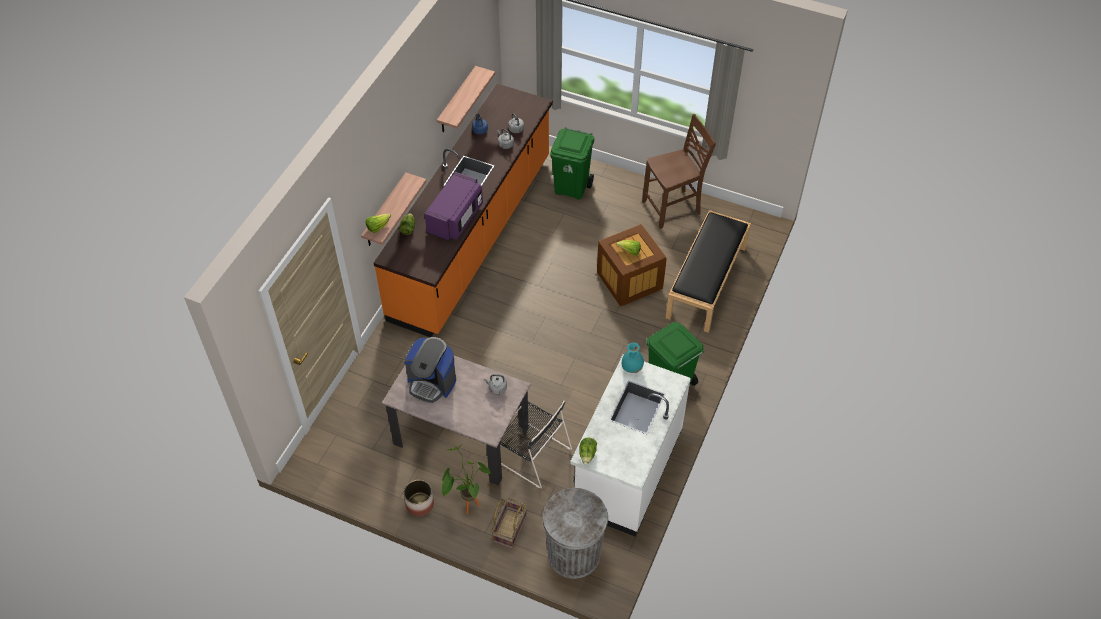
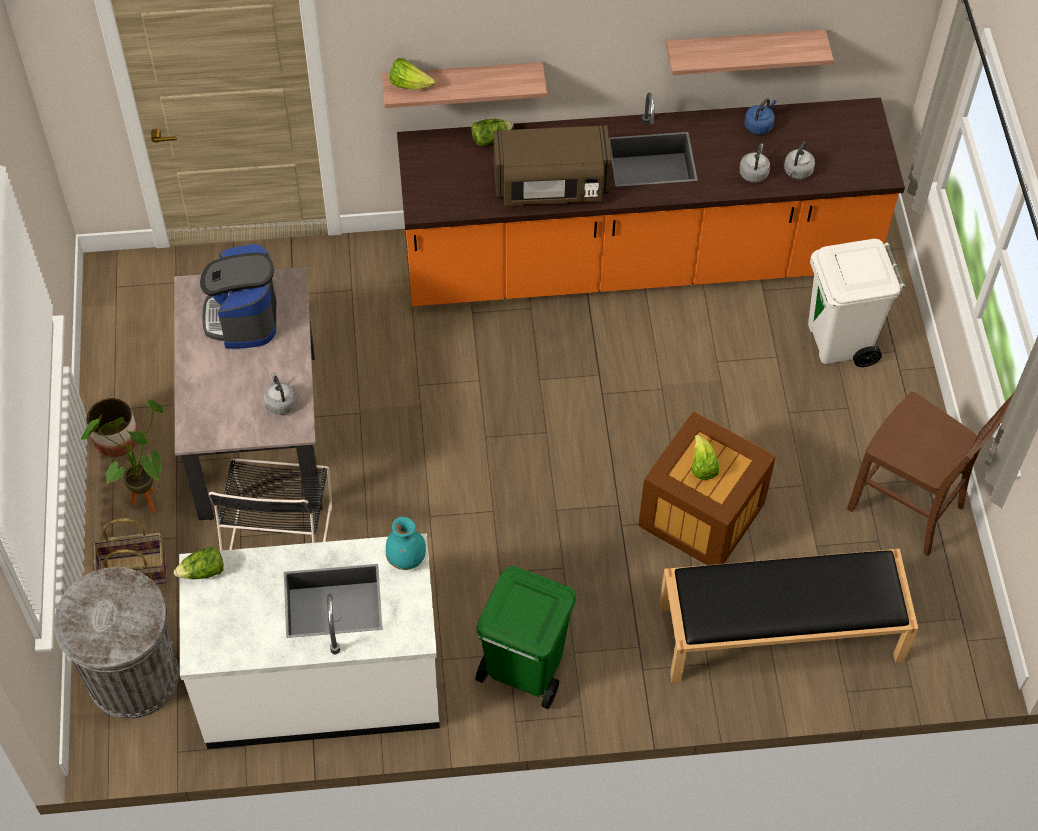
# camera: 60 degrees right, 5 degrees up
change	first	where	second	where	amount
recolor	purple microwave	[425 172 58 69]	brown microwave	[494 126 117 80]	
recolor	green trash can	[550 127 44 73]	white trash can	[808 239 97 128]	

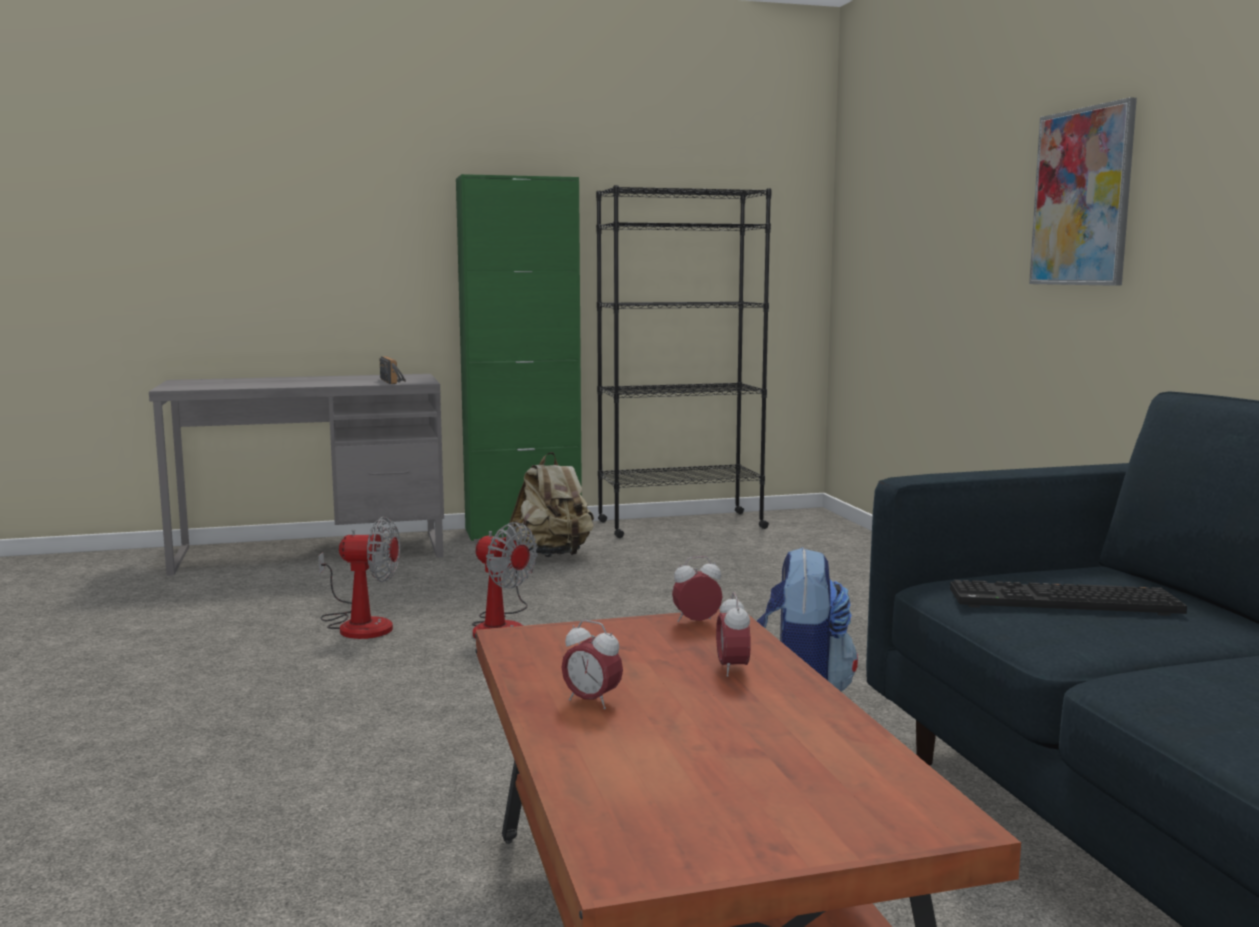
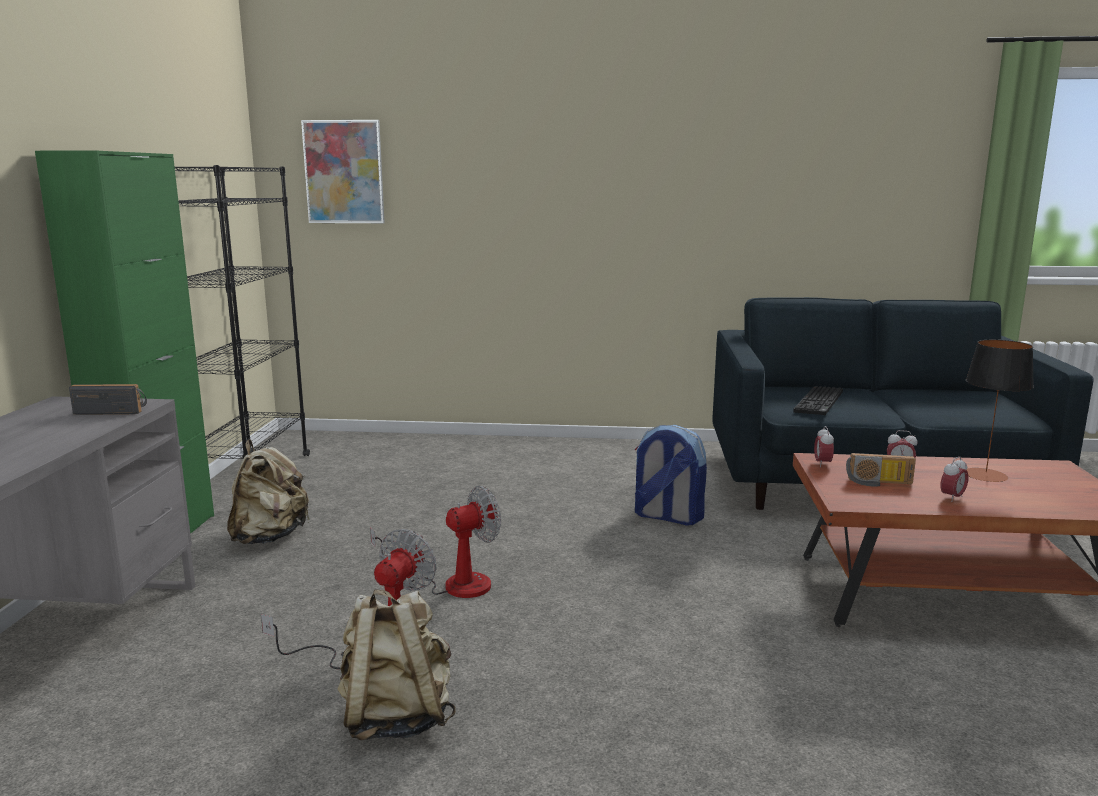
# camera: 70 degrees left, 5 degrees up
change	first	where	second	where	amount
insert			beige backpack	[338 589 118 152]	
insert			radio	[846 453 70 34]	
insert			table lamp	[966 340 68 142]	
move	picture	[1029 97 108 189]		[301 120 84 103]	

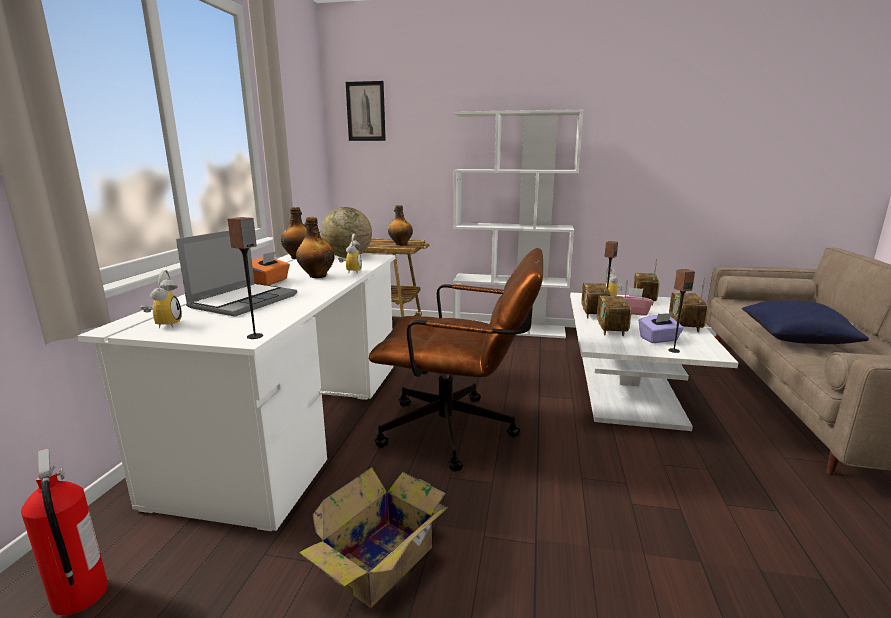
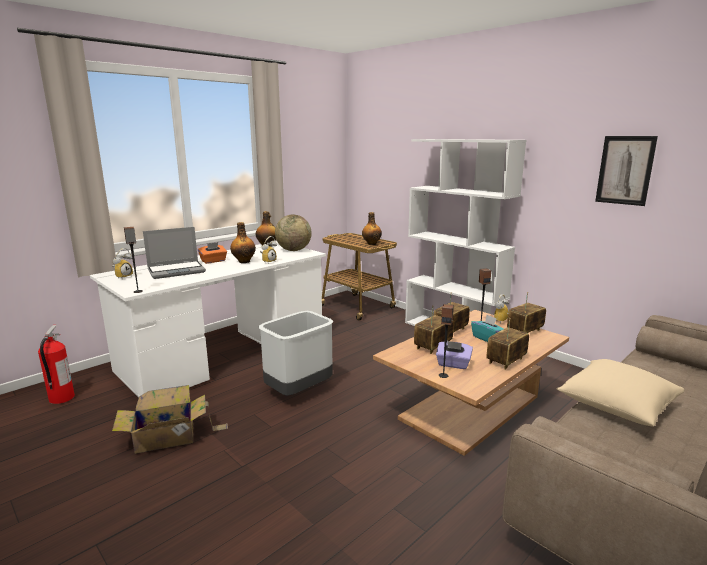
# camera: 35 degrees right, 0 degrees up
change	first	where	second	where	amount
move	picture	[346 81 40 60]		[595 136 63 70]	
replace	brown office chair	[369 248 174 224]	grey trash can	[258 311 76 85]	
recolor	white coffee table	[570 293 168 138]	brown coffee table	[373 310 196 146]	
recolor	pink tissue box	[622 288 31 28]	turquoise tissue box	[471 315 33 27]	
recolor	blue pillow	[742 300 127 44]	beige pillow	[556 359 129 68]	

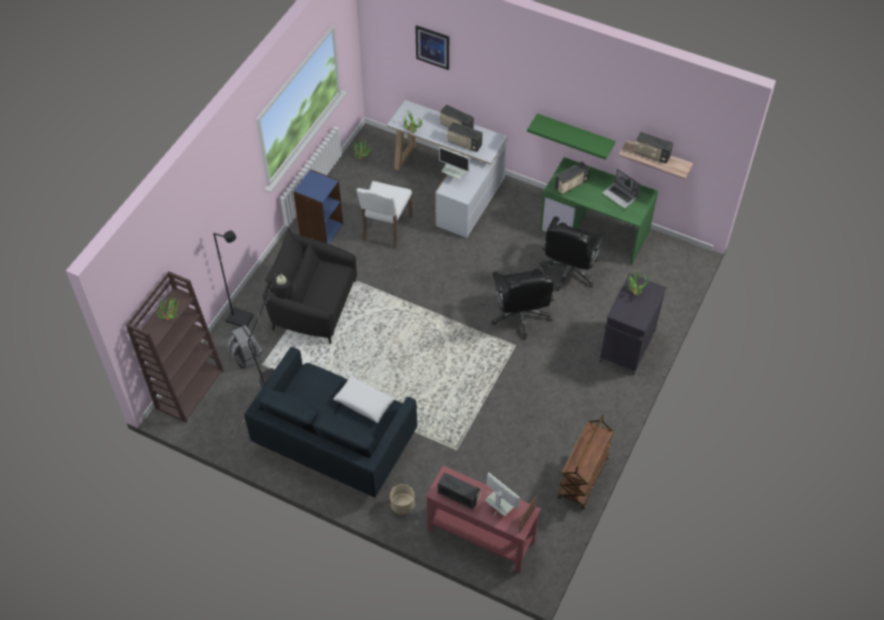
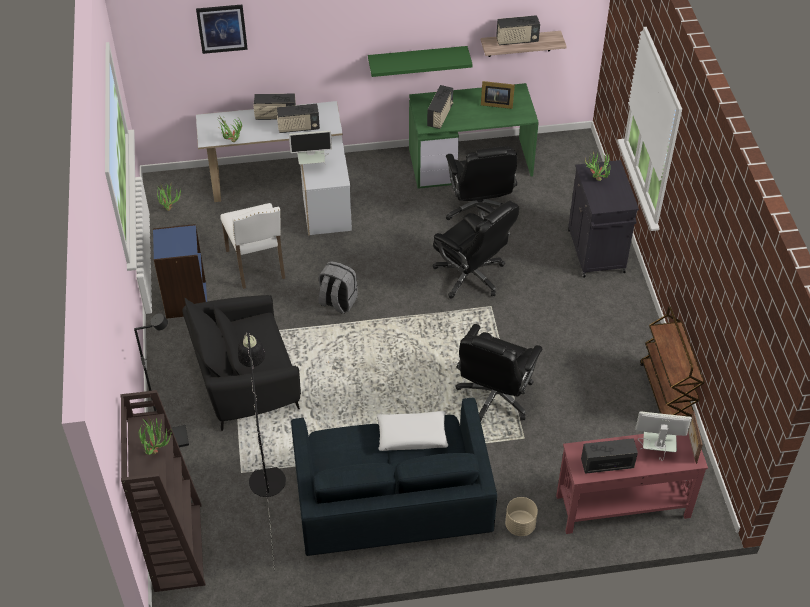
# camera: 35 degrees left, 5 degrees down
change	first	where	second	where	amount
insert			black office chair	[455 324 87 97]	
move	grey backpack	[227 325 36 44]		[318 261 40 53]	
replace	laptop	[602 169 38 40]	picture frame	[481 81 34 28]	

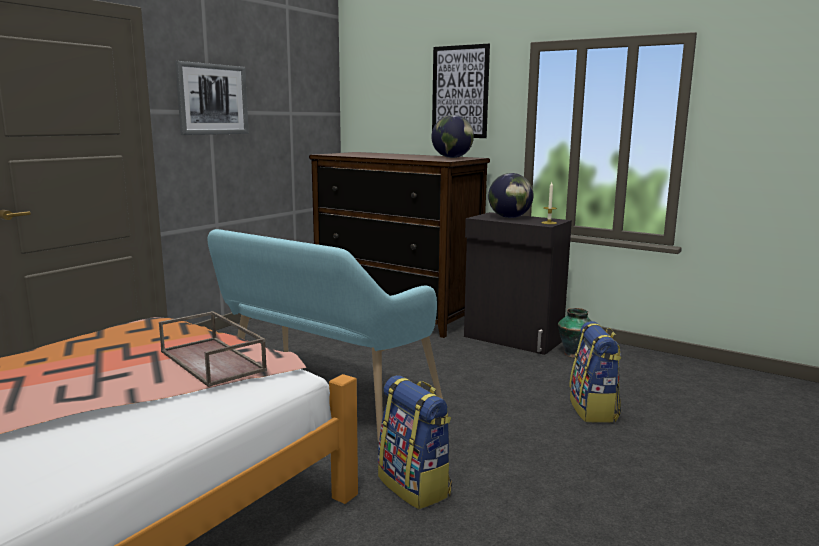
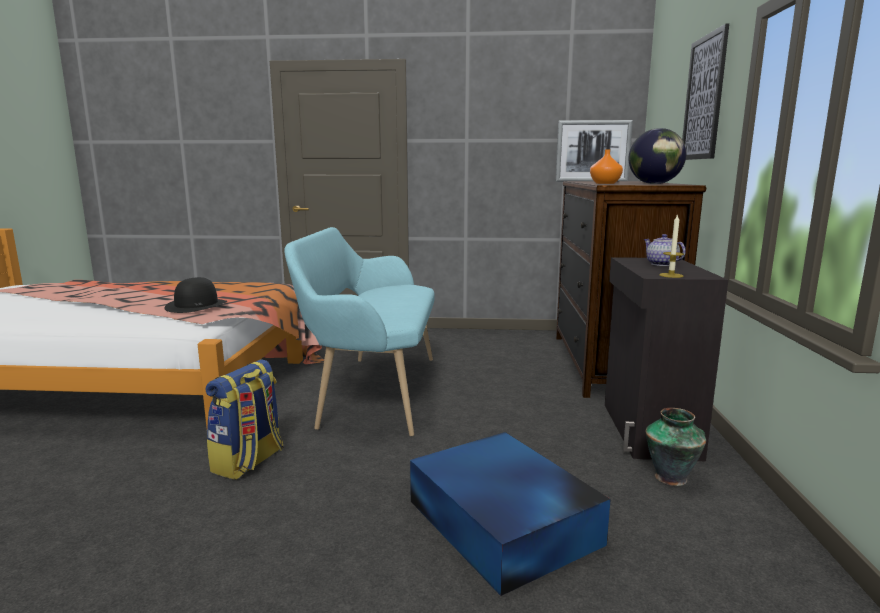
# camera: 60 degrees right, 0 degrees up
change	first	where	second	where	amount
insert			orange vase	[590 149 33 35]	
move	picture	[175 61 74 74]		[555 120 78 62]	
replace	brown tray	[159 311 108 76]	black hat	[164 277 63 36]	
replace	globe	[488 173 46 45]	teapot	[644 234 42 32]	
replace	backpack	[569 321 52 102]	blue storage box	[410 432 201 164]	

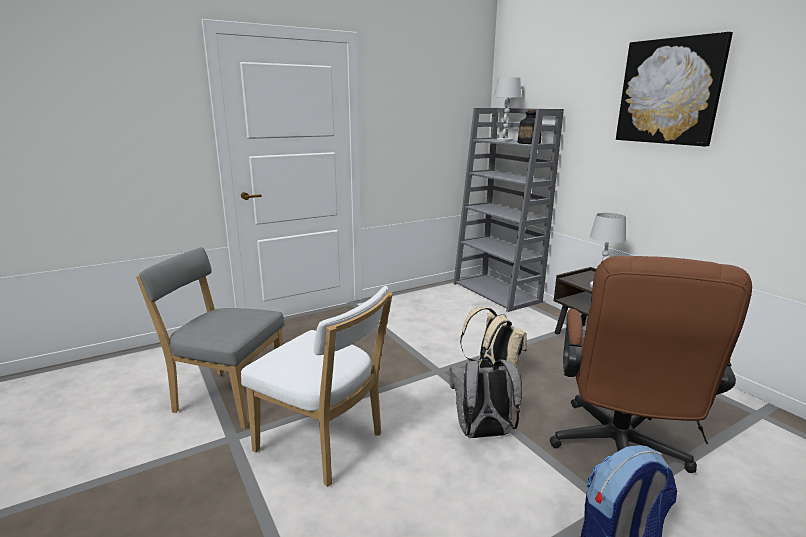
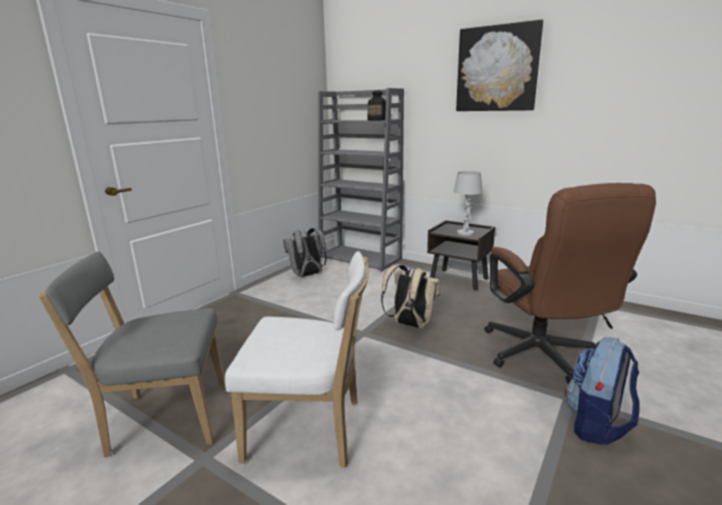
# camera: 25 degrees left, 0 degrees up
change	first	where	second	where	amount
delete	white table lamp	[494 77 28 64]			
move	grey backpack	[449 359 73 79]		[283 228 43 49]	

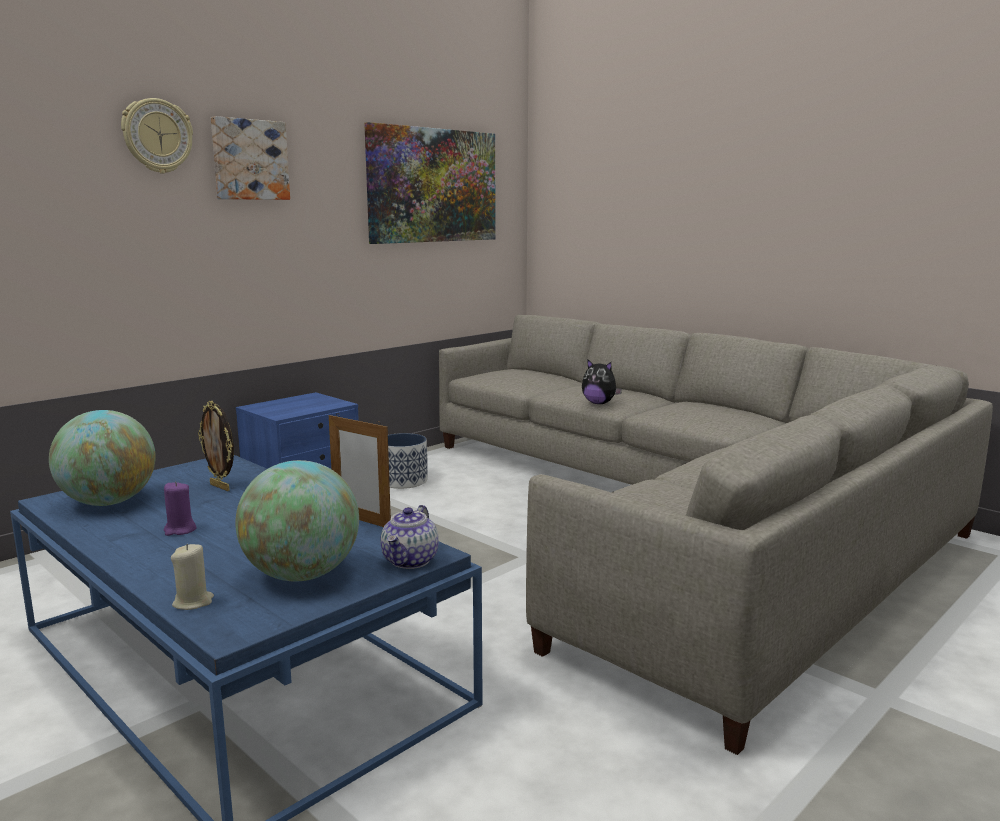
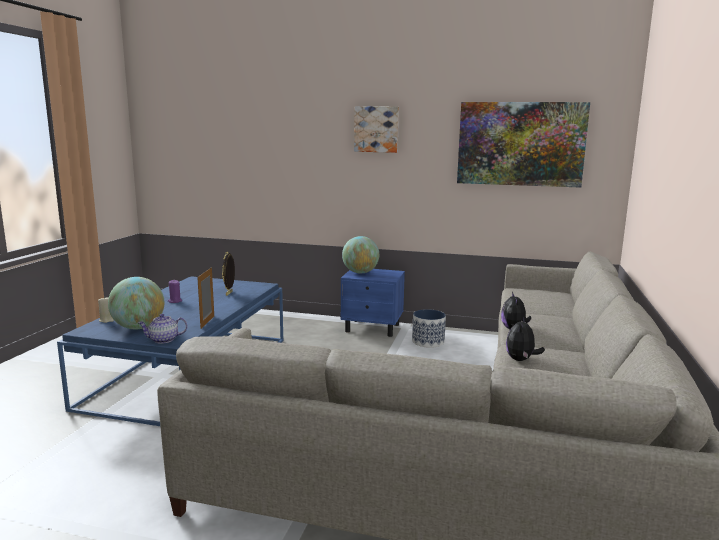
# camera: 60 degrees right, 0 degrees up
change	first	where	second	where	amount
delete	wall clock	[121 98 72 76]			
insert			plush toy	[506 316 39 45]	
move	globe	[49 410 107 96]		[342 236 37 37]	

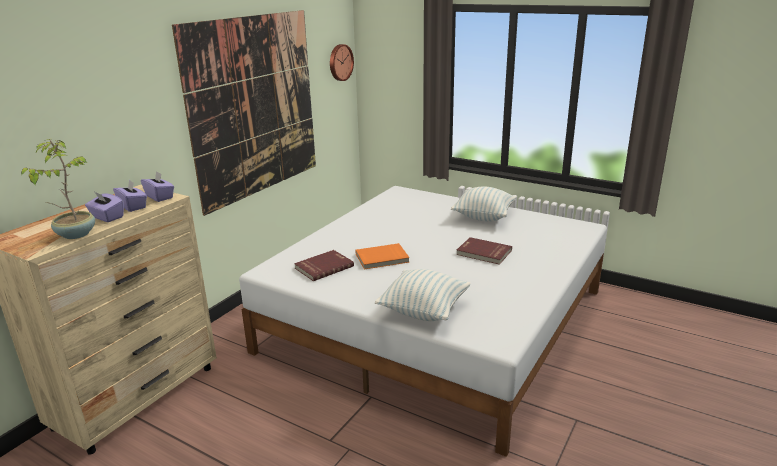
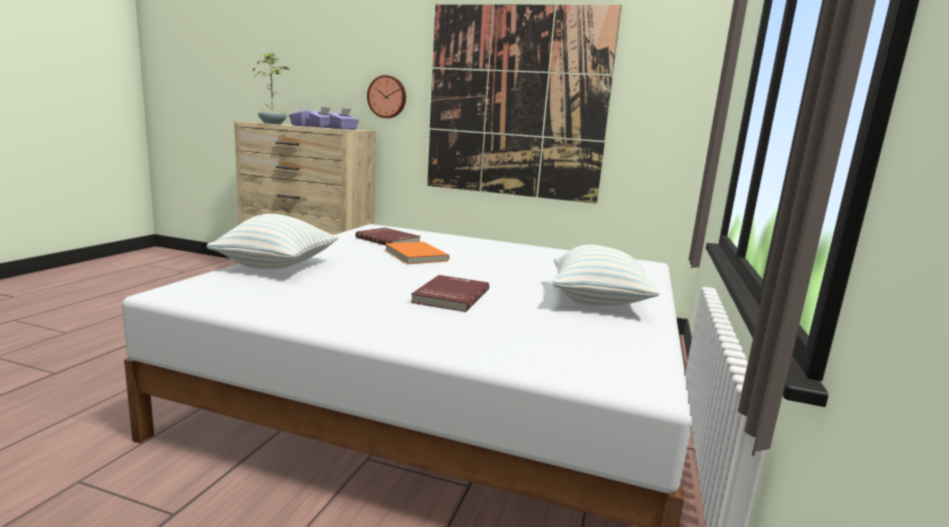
# camera: 75 degrees right, 10 degrees down
change	first	where	second	where	amount
move	wall clock	[330 44 24 37]		[367 75 39 43]	

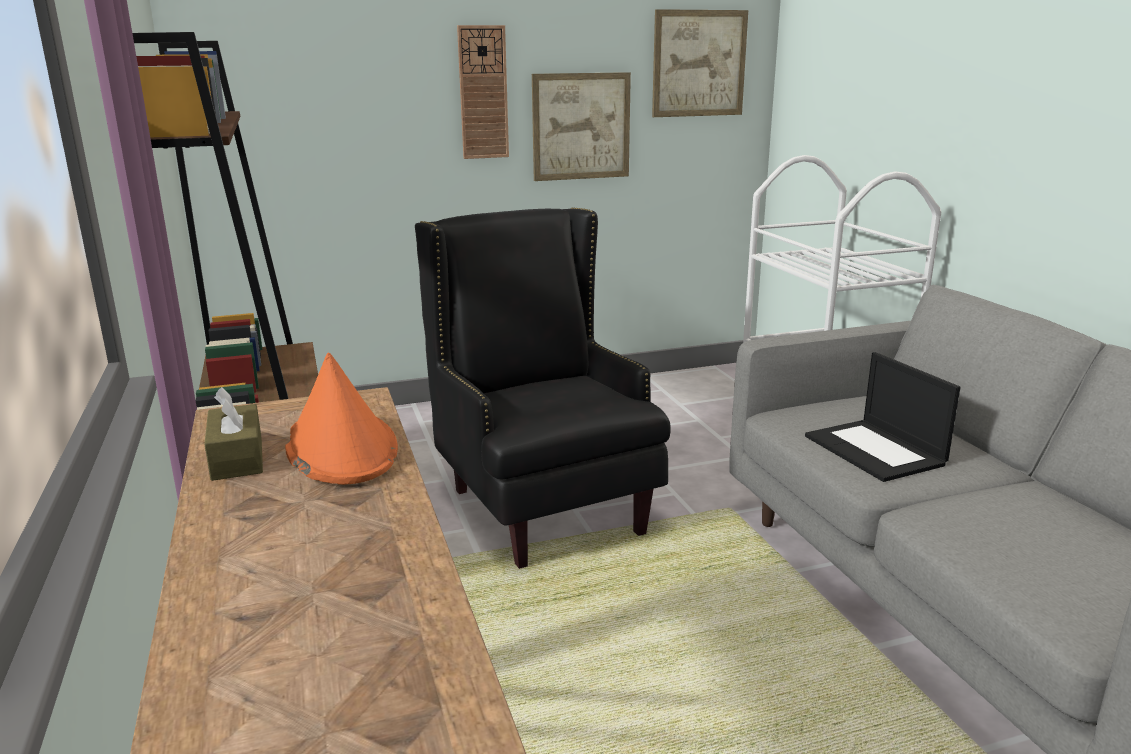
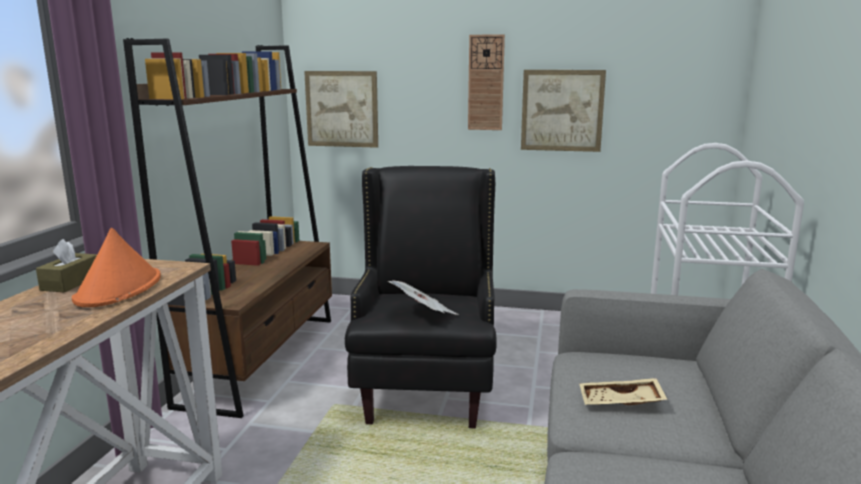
# camera: 30 degrees right, 5 degrees down
change	first	where	second	where	amount
insert			newspaper	[388 280 71 35]	
move	picture	[652 9 96 108]		[304 71 74 77]	
replace	laptop	[805 352 155 130]	beige tray	[579 378 89 27]	

